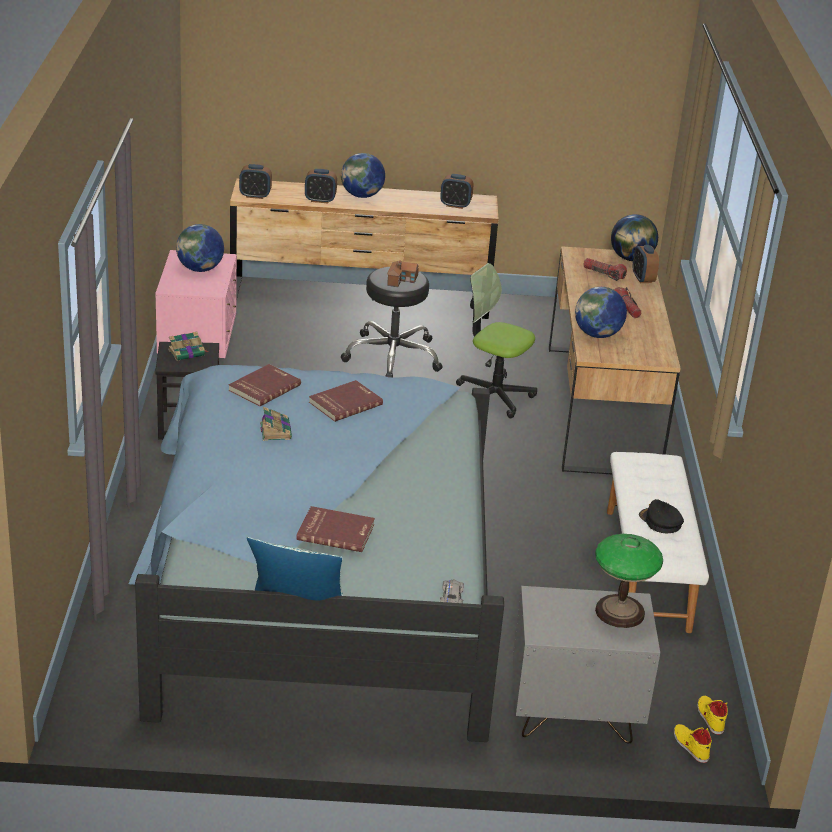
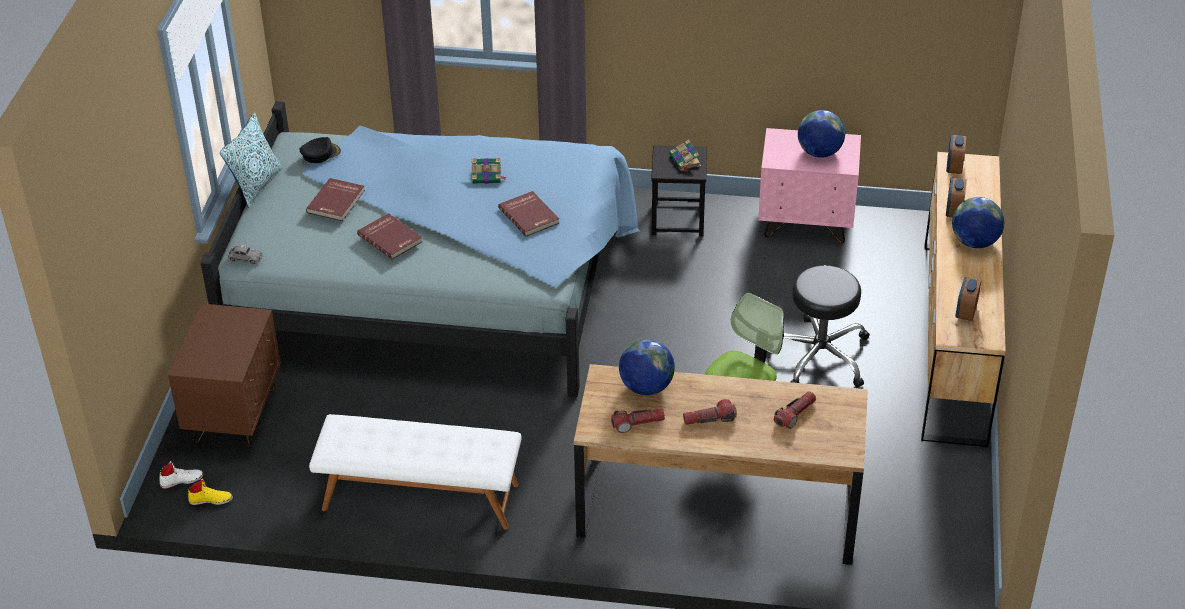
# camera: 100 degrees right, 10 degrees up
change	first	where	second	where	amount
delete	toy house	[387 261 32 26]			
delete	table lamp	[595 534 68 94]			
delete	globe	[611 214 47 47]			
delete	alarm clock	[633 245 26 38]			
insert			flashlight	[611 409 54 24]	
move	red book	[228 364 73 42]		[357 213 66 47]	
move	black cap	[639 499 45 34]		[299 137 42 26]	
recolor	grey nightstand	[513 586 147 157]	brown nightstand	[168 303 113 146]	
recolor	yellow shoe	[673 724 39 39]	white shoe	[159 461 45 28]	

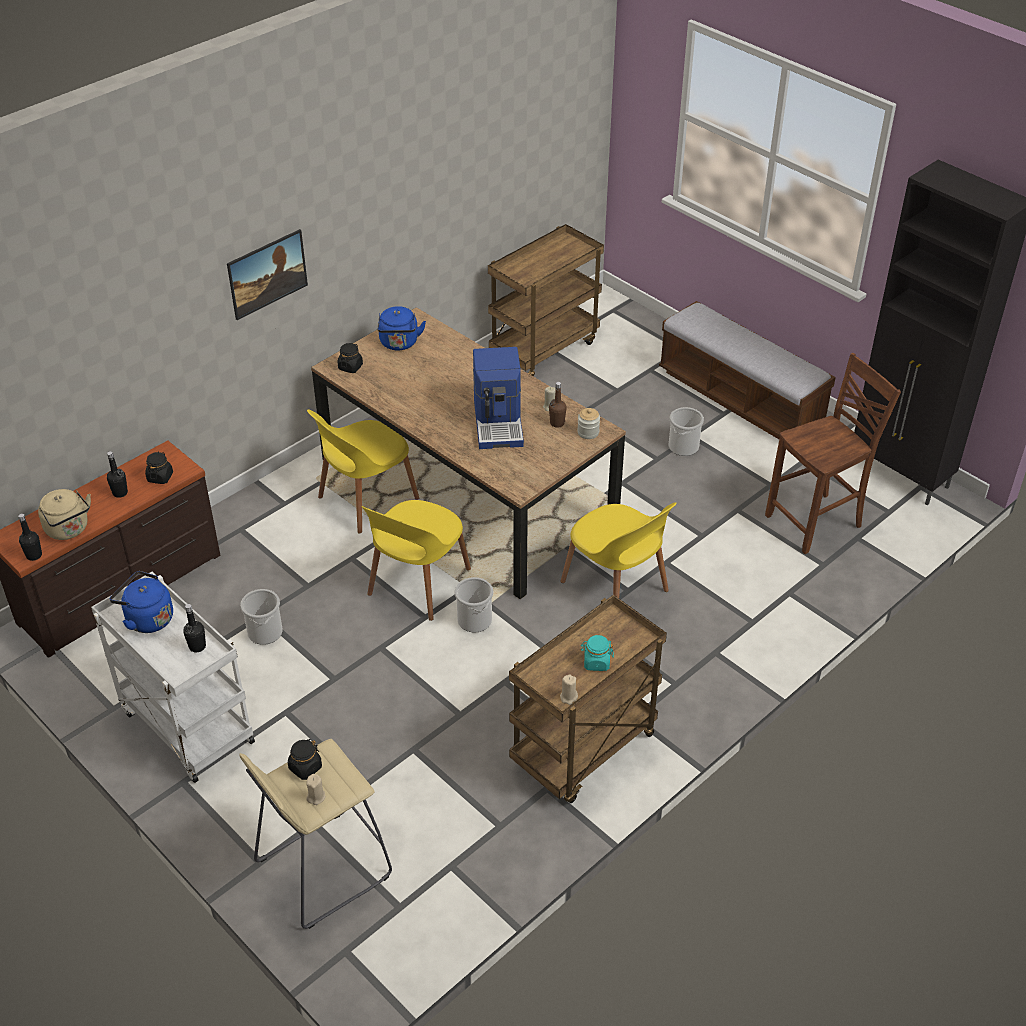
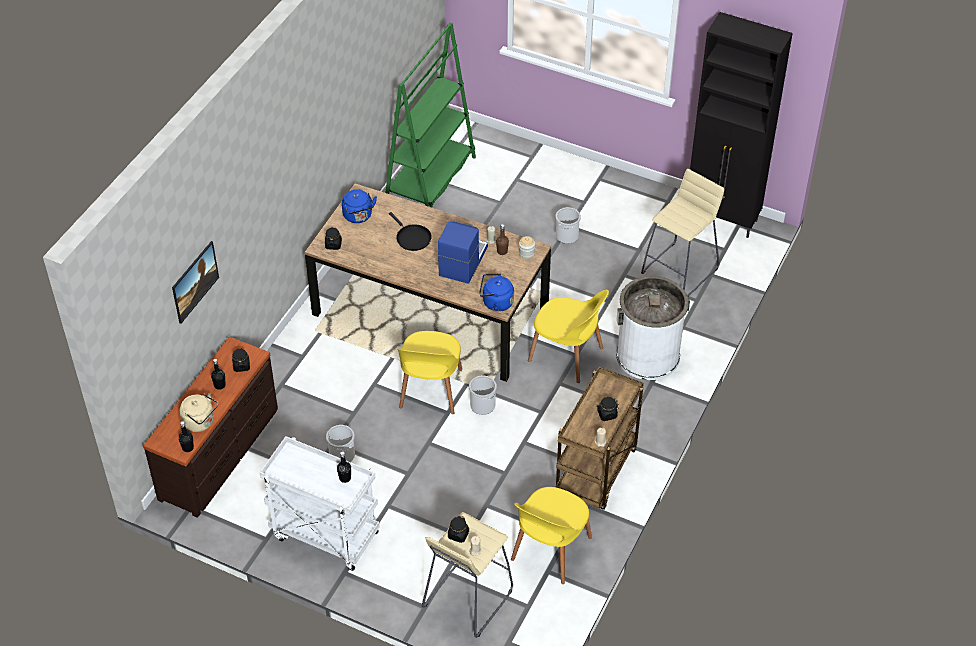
# camera: 20 degrees left, 5 degrees up
change	first	where	second	where	amount
delete	bench	[659 301 177 138]			
insert			black frying pan	[389 212 42 39]	
insert			white trash can	[616 276 74 104]	
move	blue kettle	[110 571 63 62]		[479 273 35 39]	
move	picture	[227 229 81 91]		[172 241 47 83]	
move	yellow chair	[307 410 112 124]		[511 487 81 97]	
replace	brown cart	[488 224 116 153]	green bookcase	[385 23 91 185]	
replace	brown chair	[765 353 136 201]	beige stool	[641 169 83 127]	
recolor	turquoise jar	[581 635 33 36]	black jar	[597 397 22 24]	
rotate	coffee machine	[473 347 51 102]		[438 221 50 63]	135 degrees counterclockwise

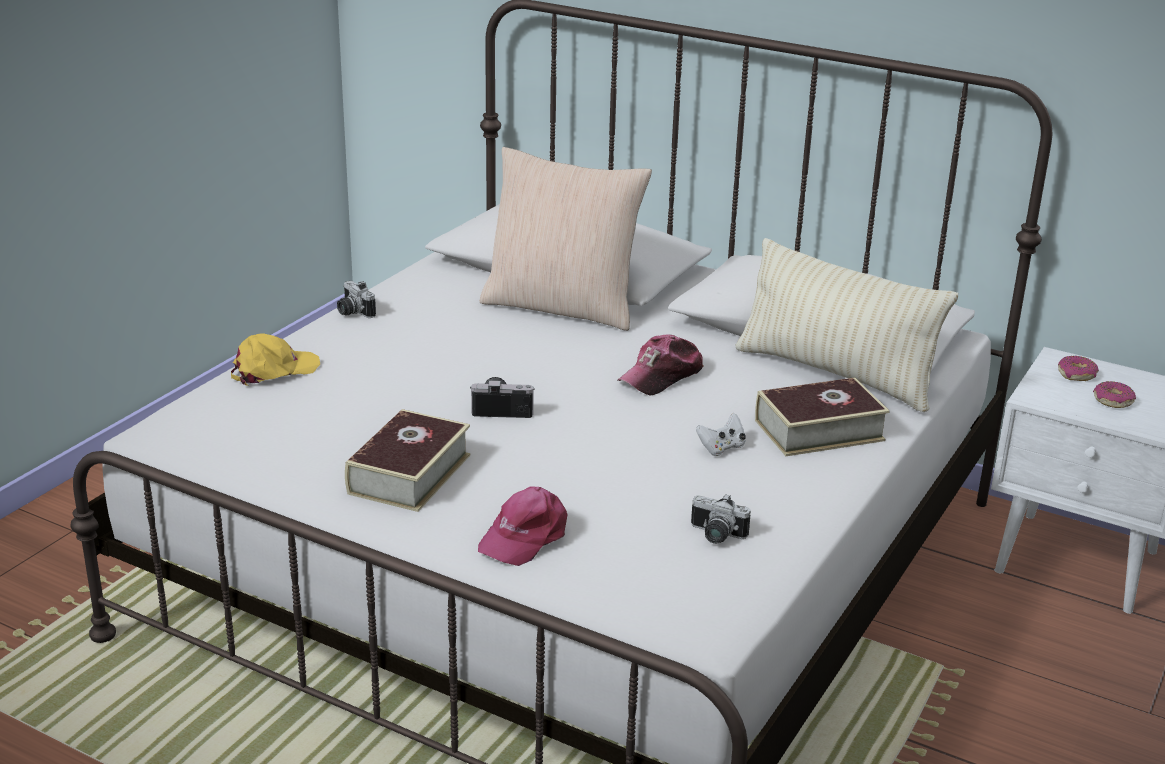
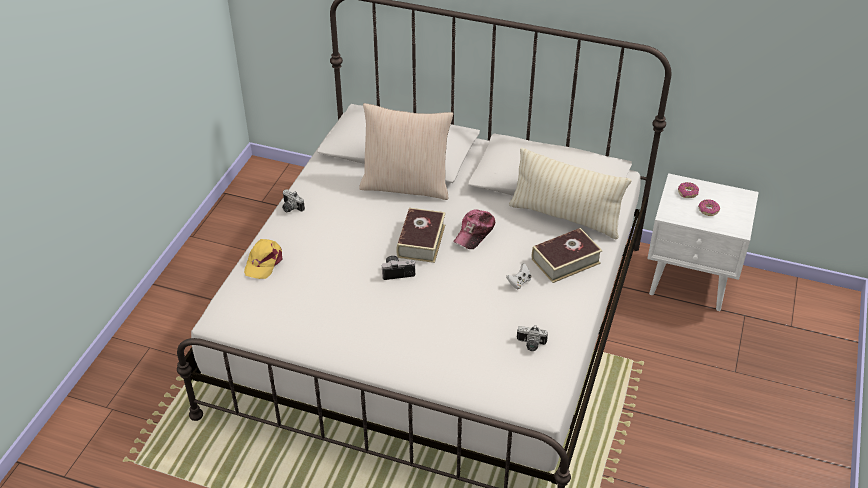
# camera: 10 degrees left, 15 degrees up
change	first	where	second	where	amount
delete	pink cap	[478 487 90 79]			
move	book	[345 409 125 103]		[396 208 50 55]	
rotate	yellow cap	[231 333 89 53]		[244 239 39 40]	150 degrees clockwise

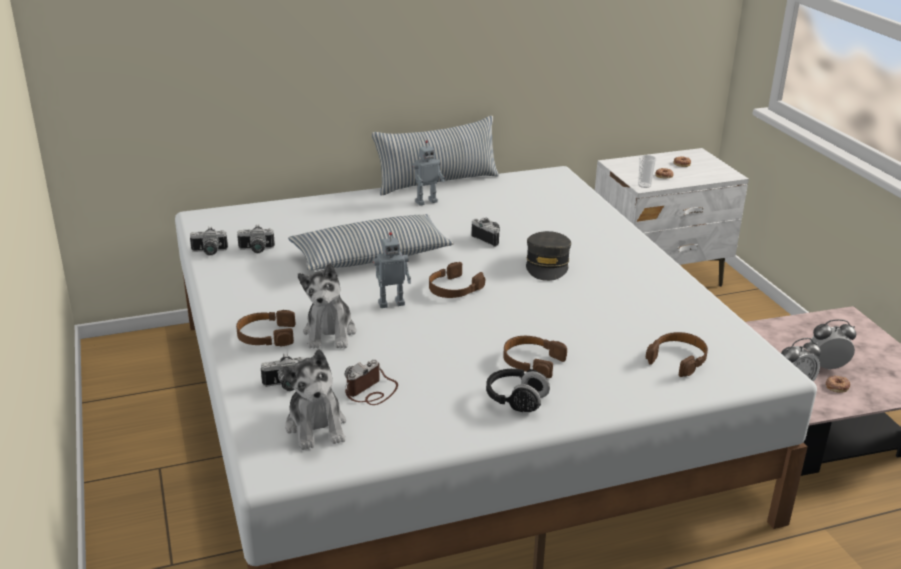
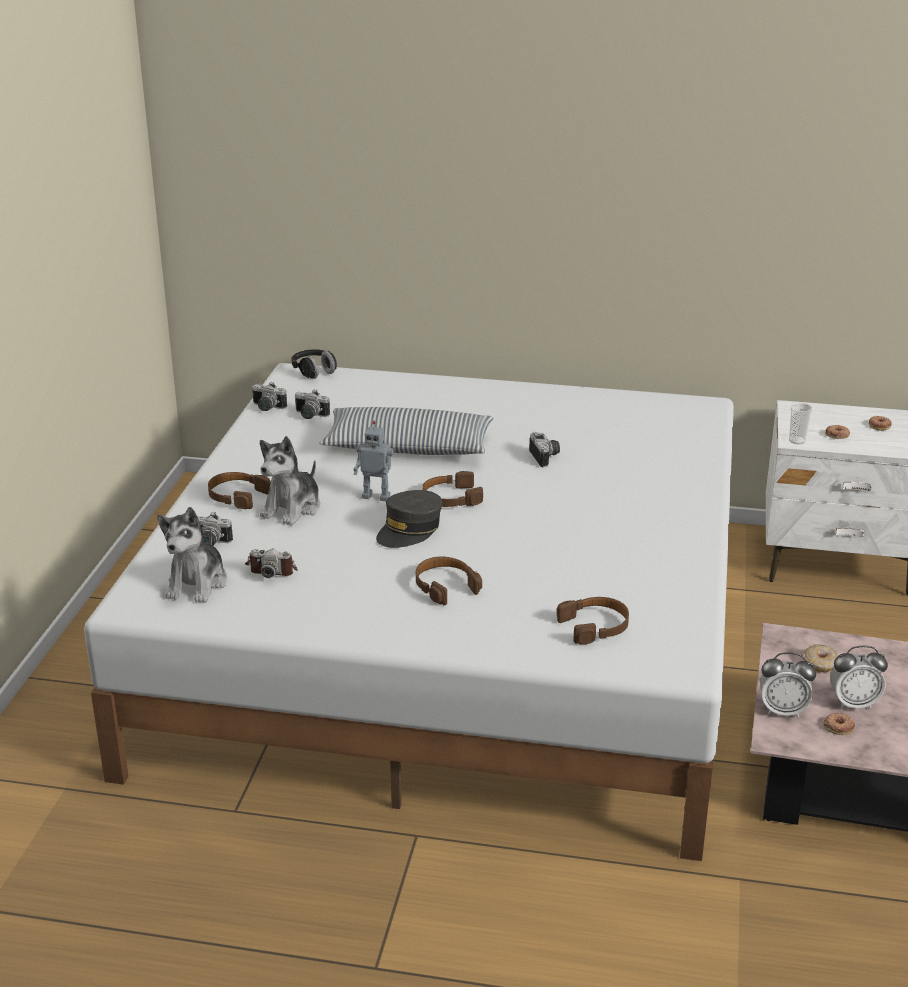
# camera: 30 degrees right, 0 degrees up
change	first	where	second	where	amount
delete	pillow	[372 116 127 79]			
delete	toy robot	[413 140 32 66]			
insert			donut	[804 644 34 28]	
move	black headphones	[486 369 64 43]		[291 349 46 30]	
move	grey cap	[526 231 45 50]		[376 490 67 58]	
rotate	photo camera	[345 360 53 45]		[245 548 53 30]	150 degrees counterclockwise
rotate	alarm clock	[810 319 46 51]		[830 646 58 63]	150 degrees clockwise

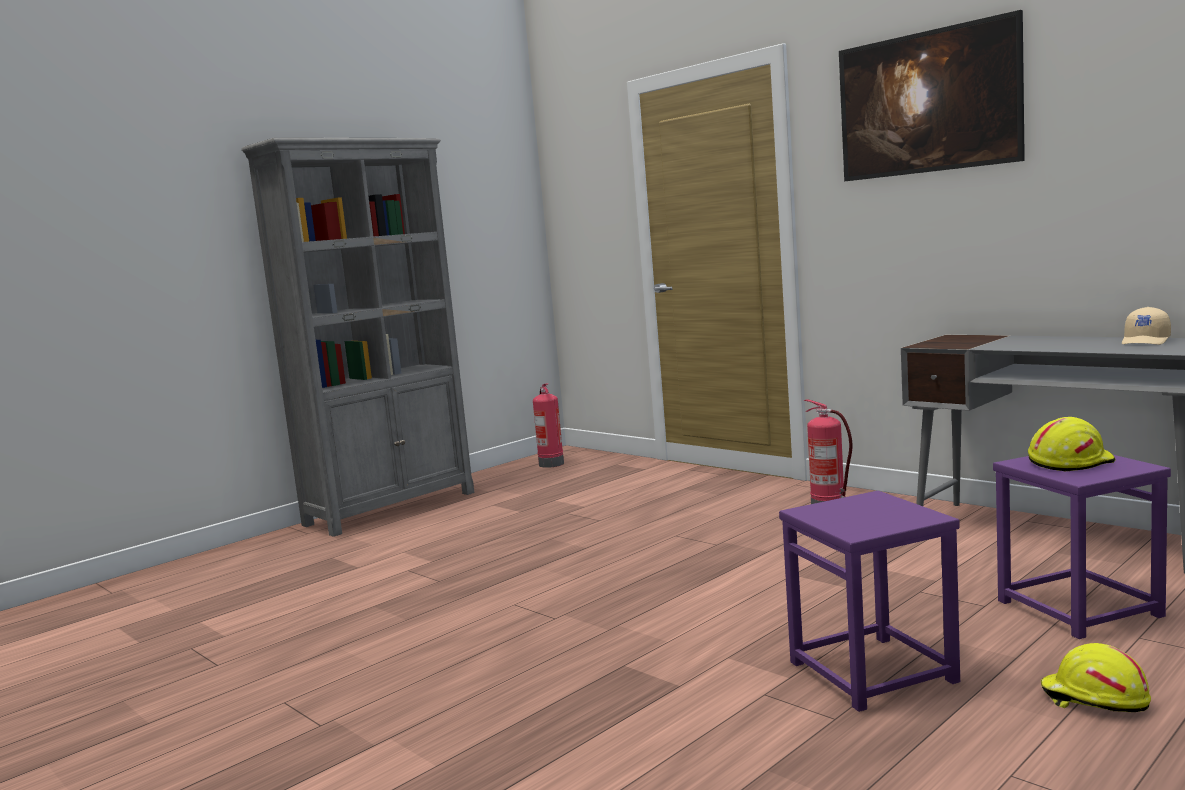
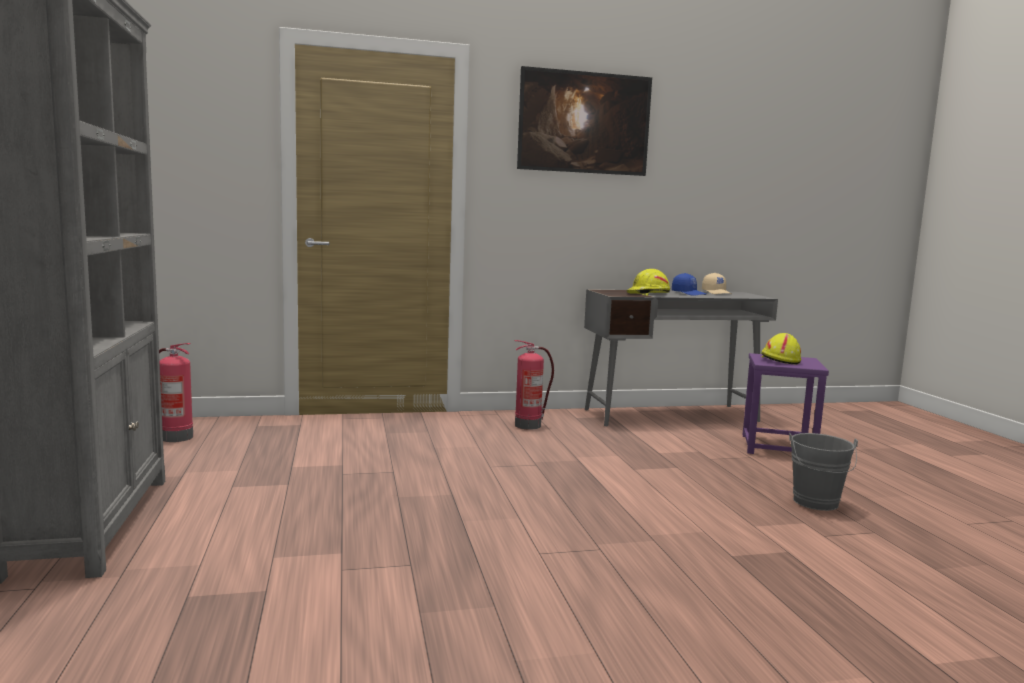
# camera: 60 degrees left, 0 degrees up
change	first	where	second	where	amount
insert			blue cap	[672 273 34 23]	
move	yellow hard hat	[1041 643 110 69]		[626 269 44 27]	
replace	purple stool	[779 491 181 221]	grey bucket	[789 433 69 78]	

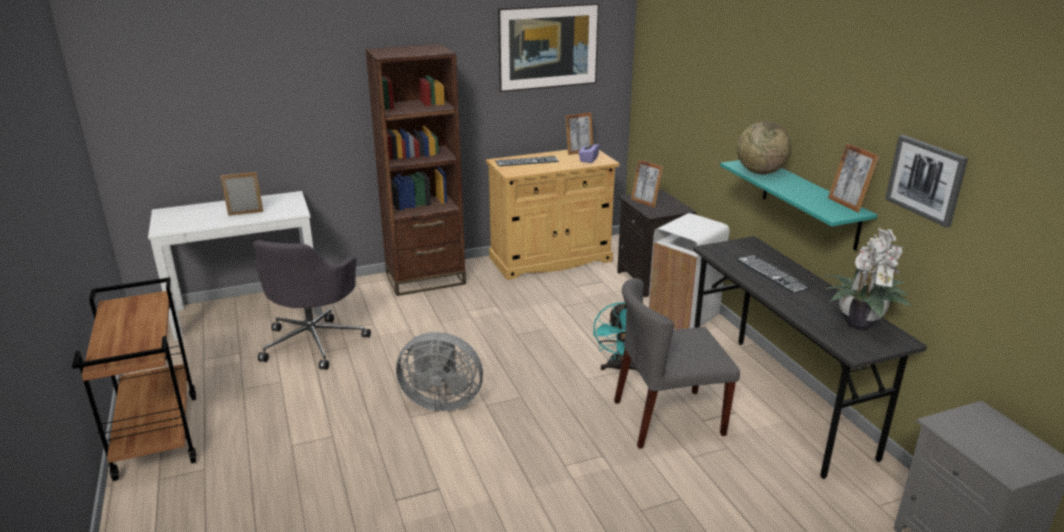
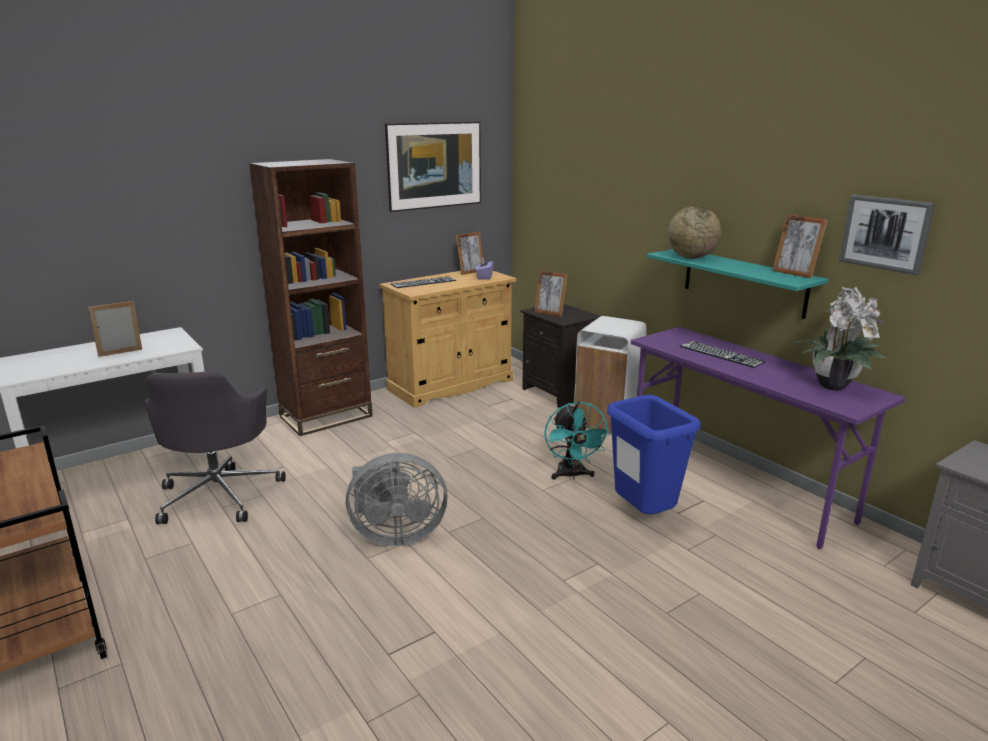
# camera: 15 degrees left, 5 degrees down
change	first	where	second	where	amount
replace	grey chair	[614 278 126 171]	blue trash can	[607 395 94 119]	
recolor	grey desk	[693 236 234 243]	purple desk	[631 327 275 222]	

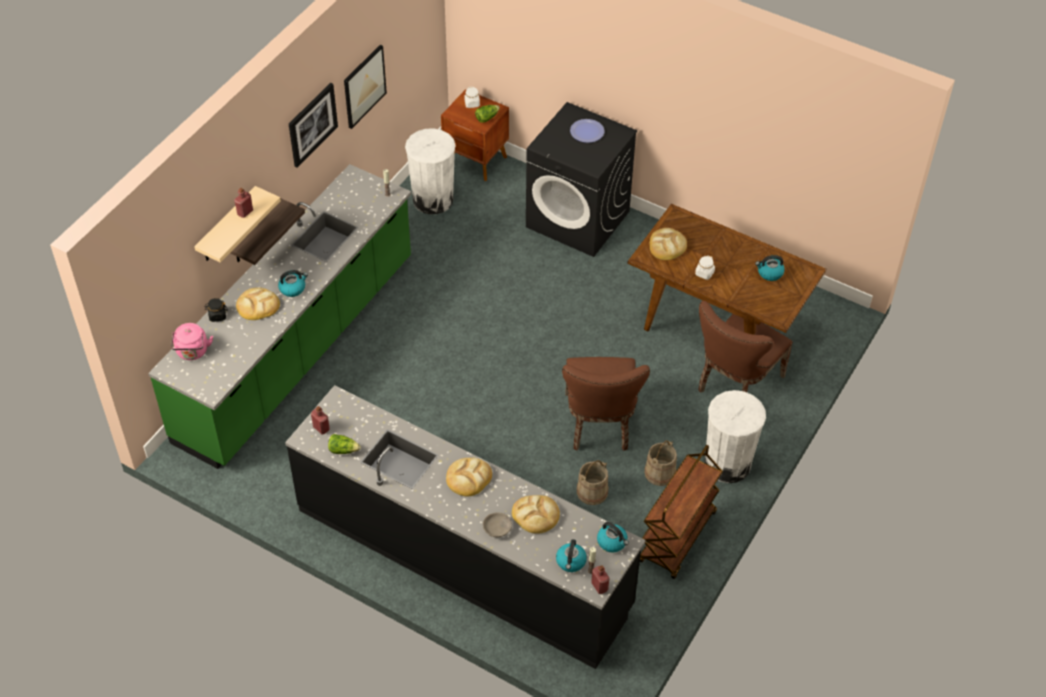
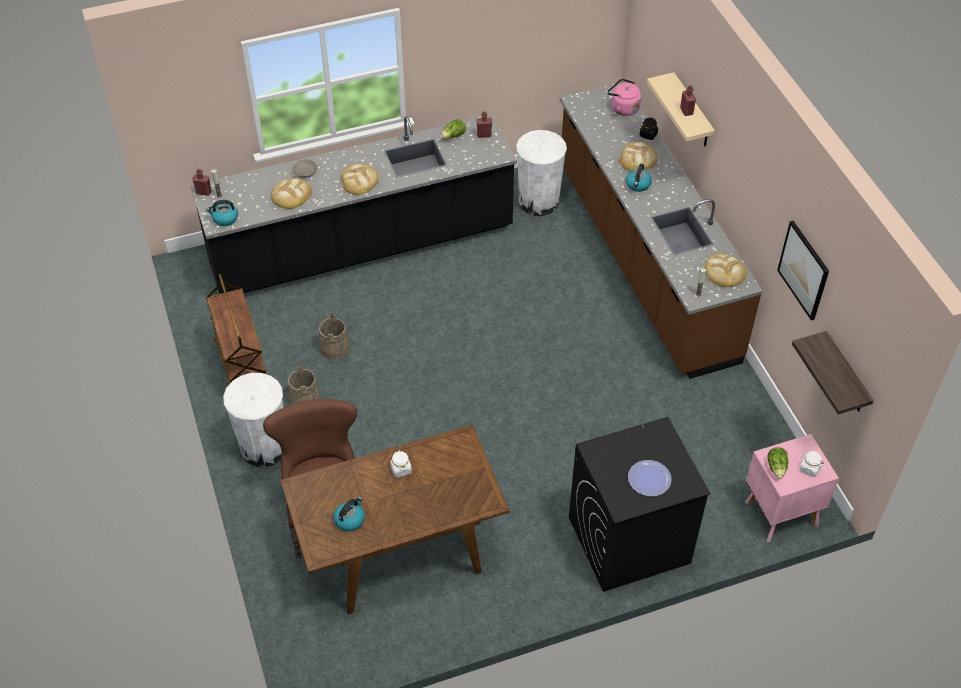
# camera: 130 degrees right, 0 degrees up
change	first	where	second	where	amount
delete	picture	[289 83 49 85]			
delete	kettle	[556 539 31 33]			
delete	brown chair	[562 357 88 94]			
move	shelf	[231 198 74 67]		[792 331 82 84]	
move	white trash can	[405 128 51 86]		[516 130 51 86]	
move	bread	[650 228 37 32]		[705 253 42 34]	
recolor	green counter	[148 164 263 305]	brown counter	[560 82 203 297]	
recolor	brown nightstand	[441 89 68 92]	pink nightstand	[745 434 94 108]	

